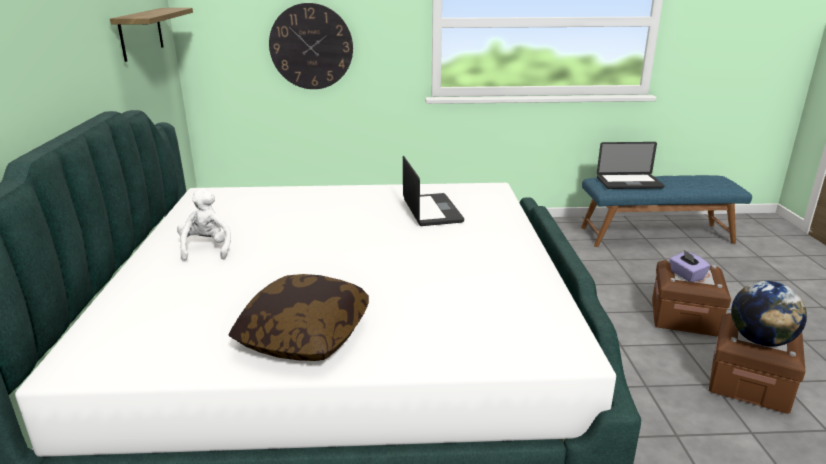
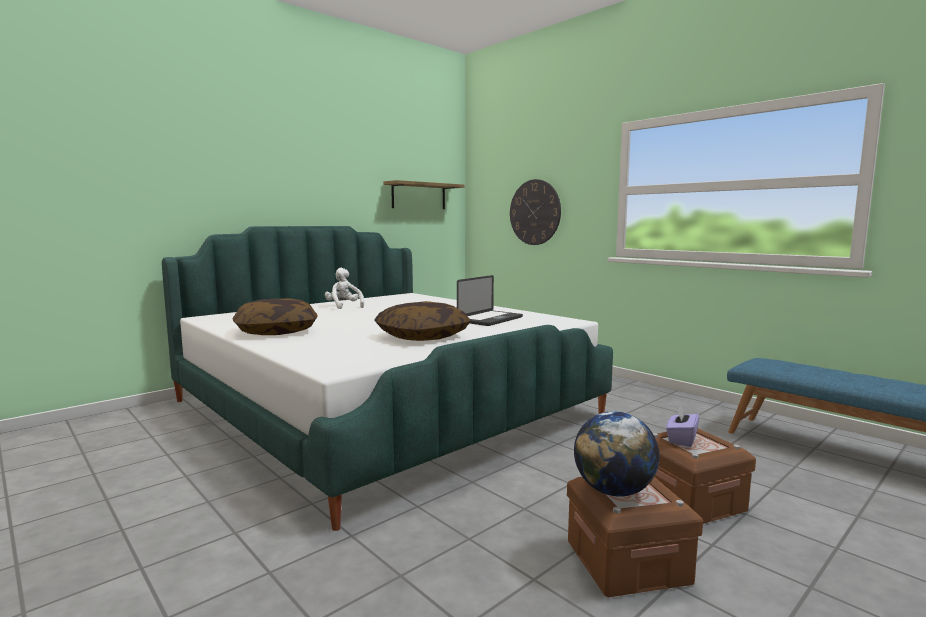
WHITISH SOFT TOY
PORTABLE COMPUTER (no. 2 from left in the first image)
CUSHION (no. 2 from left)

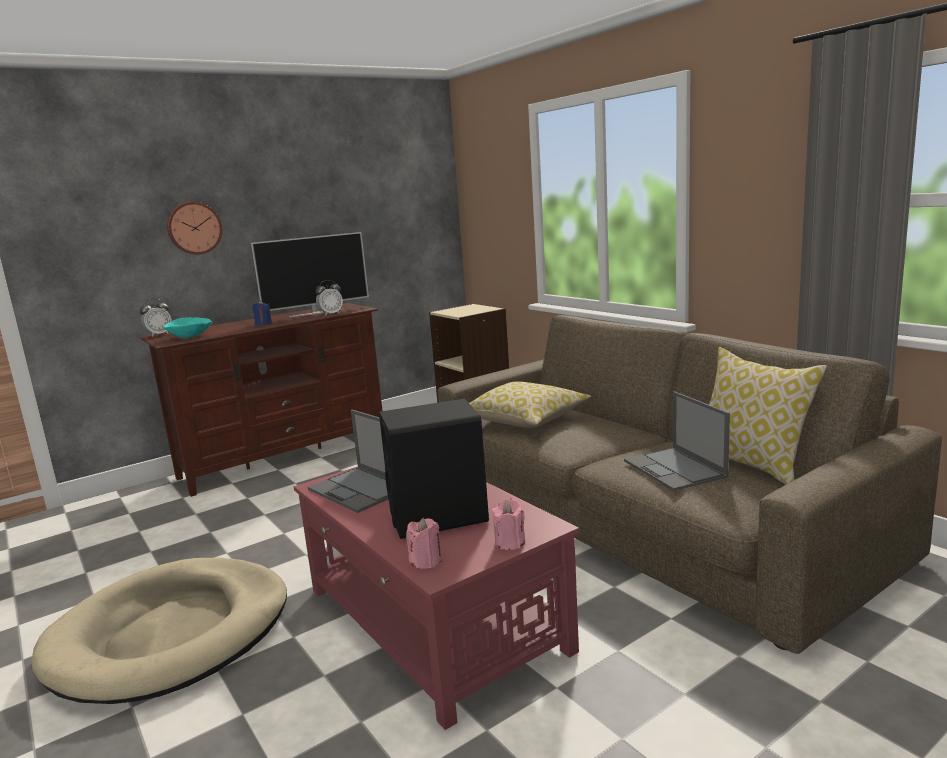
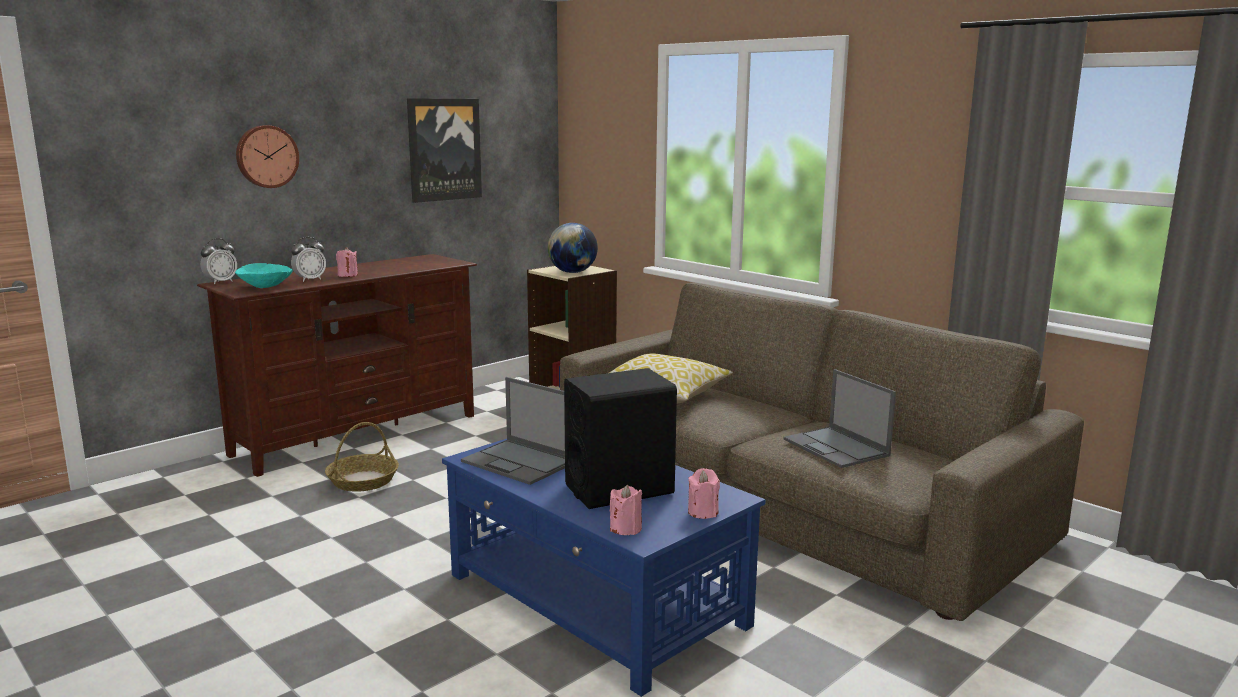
BEIGE PET BED
TV
PINKISH CANDLE (no. 1 from left)
BLUE-COLOURED LOUNGE TABLE
ALARM CLOCK (no. 2 from left)
CUSHION (no. 2 from left in the first image)
BASKET
WALL ART
DESK GLOBE

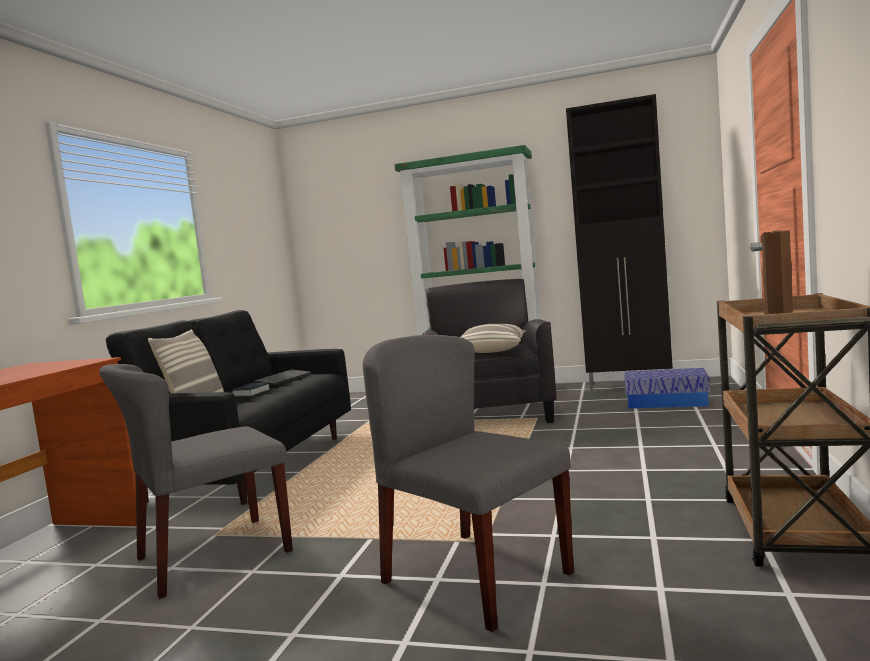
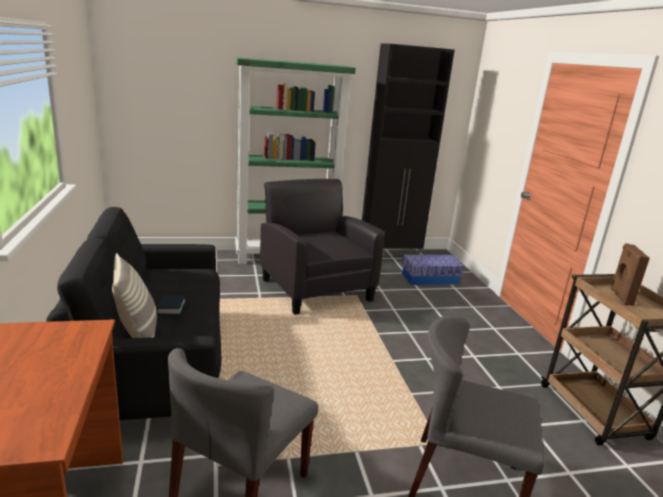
PC KEYBOARD
CUSHION (no. 2 from left in the first image)

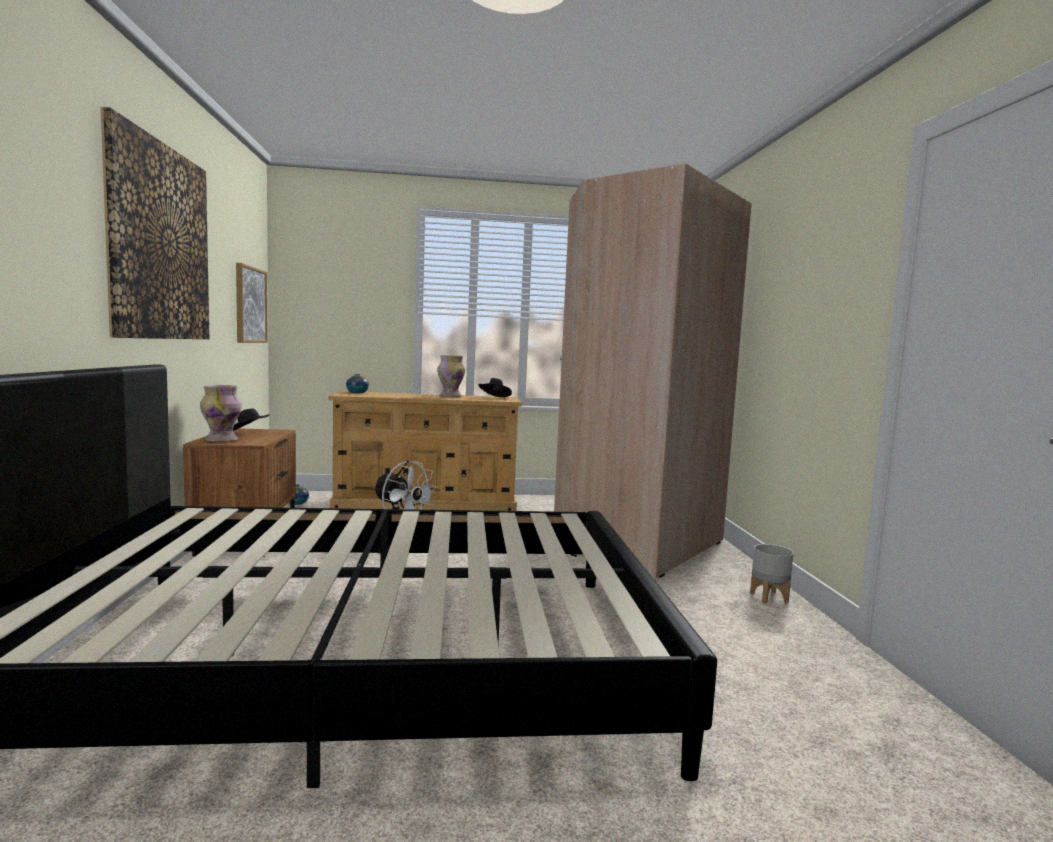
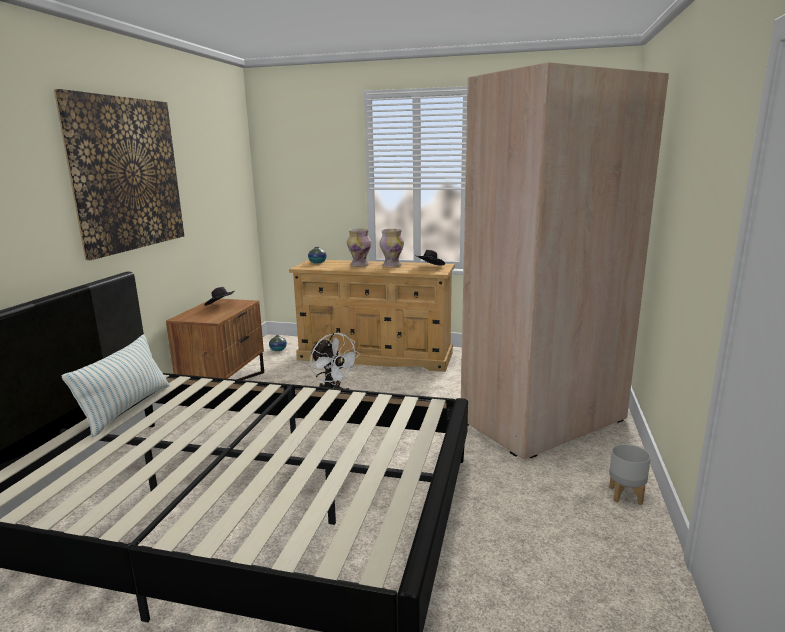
VASE (no. 3 from left)
WALL ART (no. 2 from left in the first image)
CUSHION

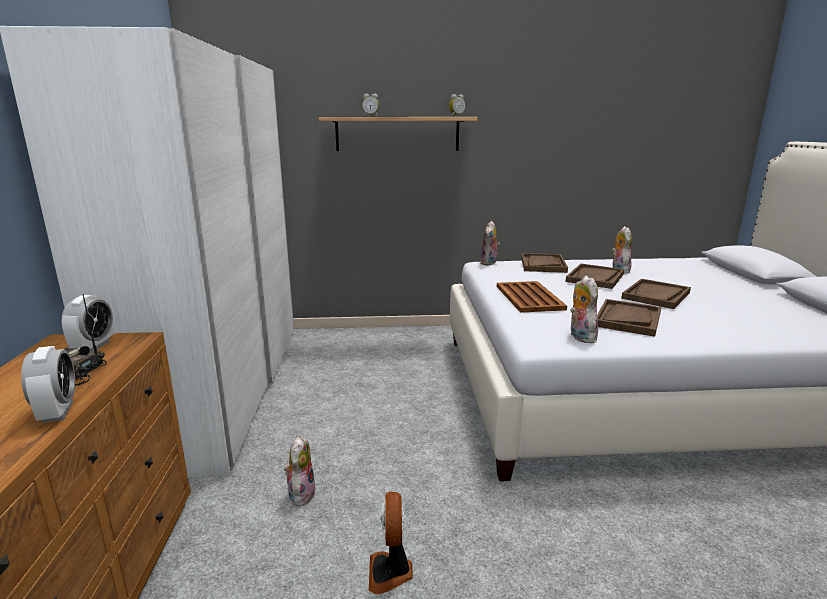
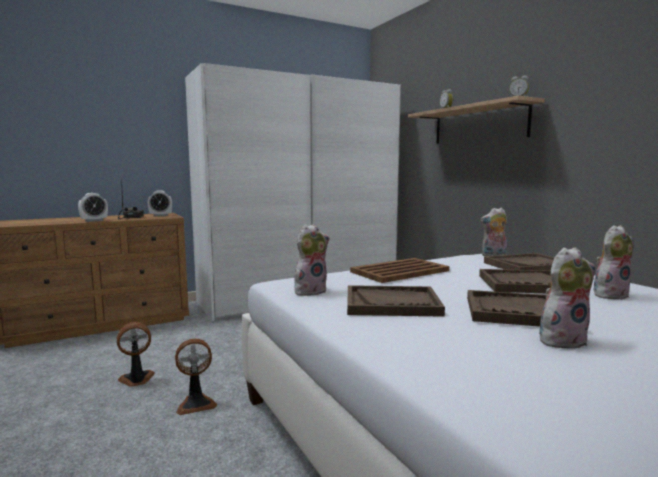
SOFT TOY (no. 3 from left)
FAN (no. 2 from left)

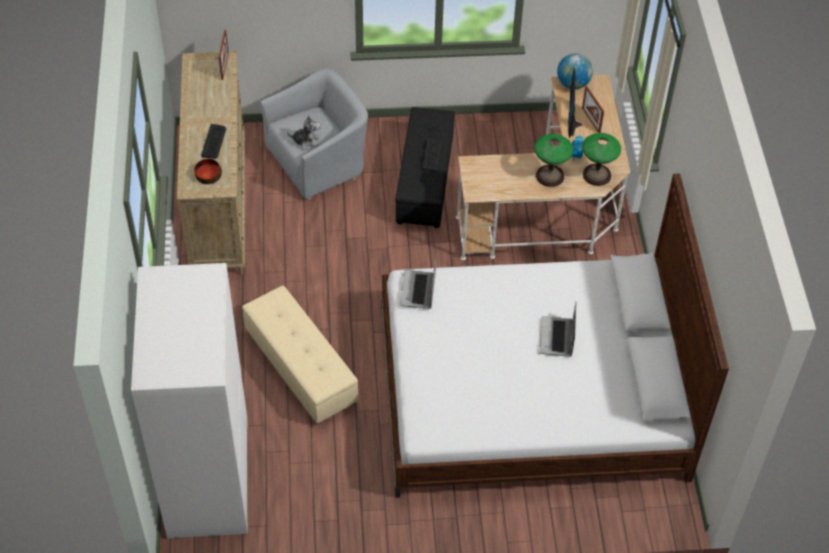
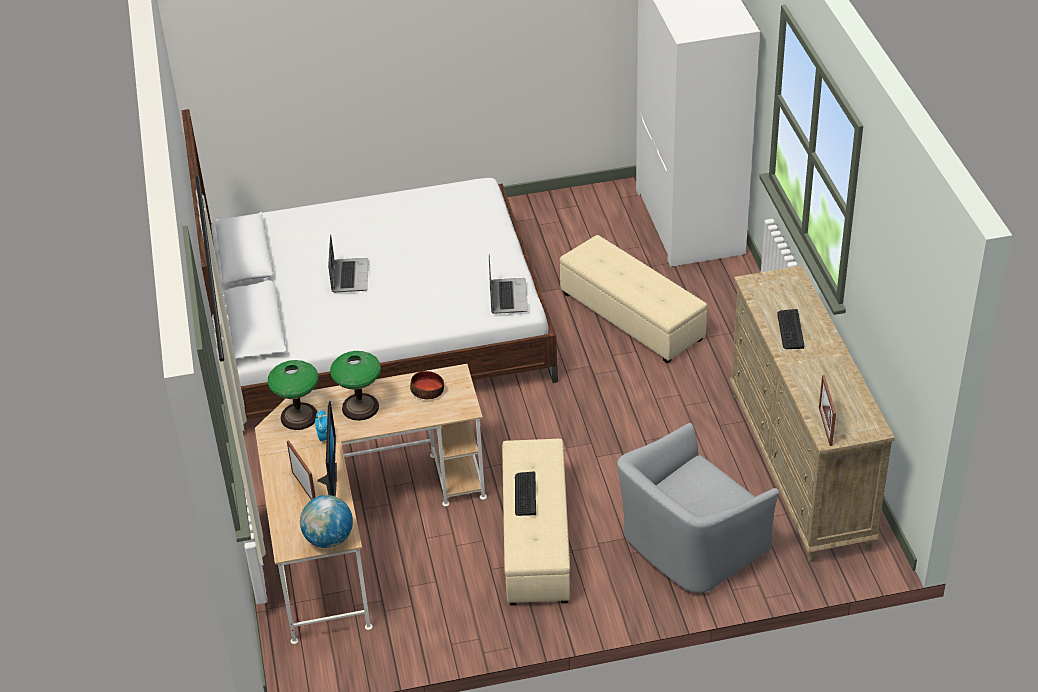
SERVING BOWL
SOFT TOY
BEIGE FOOTREST (no. 1 from left)

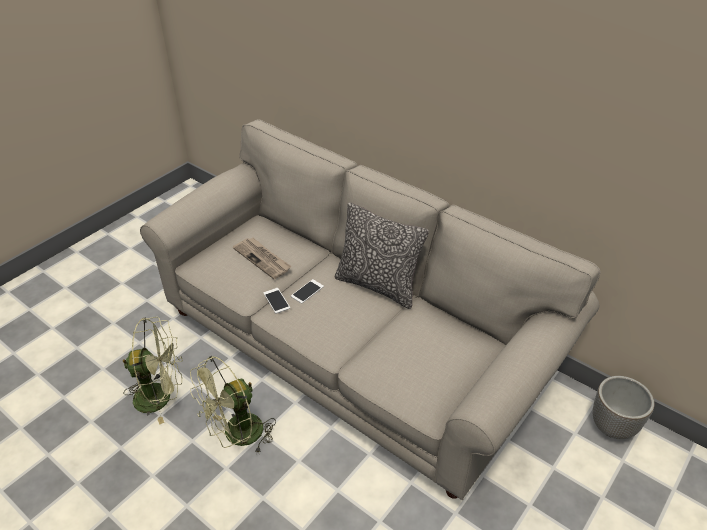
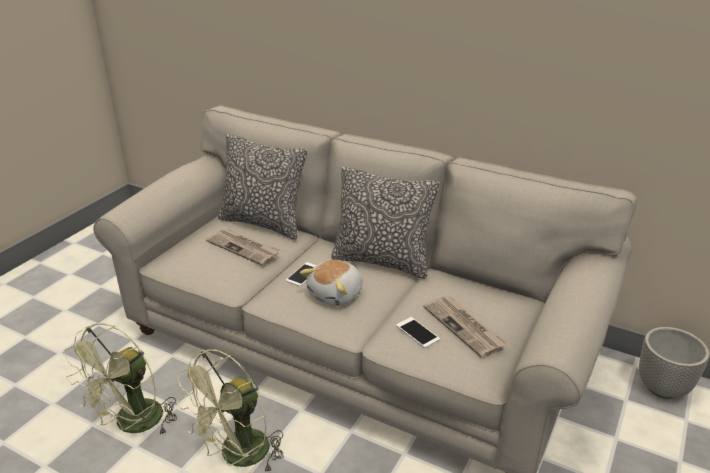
GREENISH FAN (no. 1 from left)
TELEPHONE (no. 2 from left)
CUSHION (no. 1 from left)
SOFT TOY
NEWSPAPER (no. 2 from left)

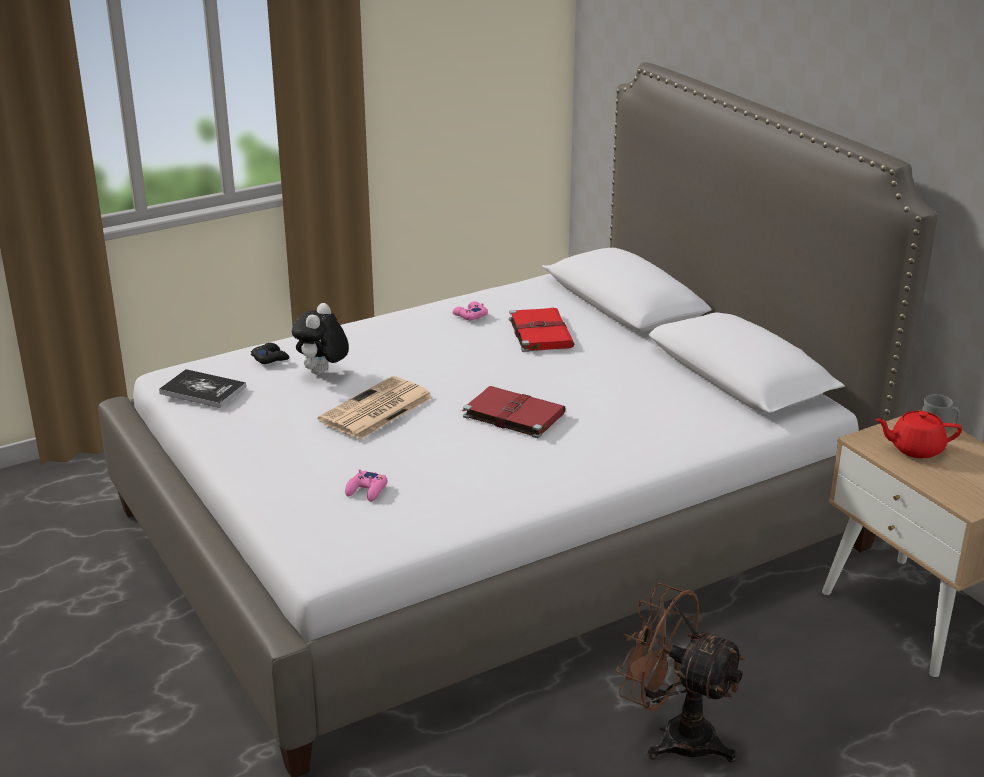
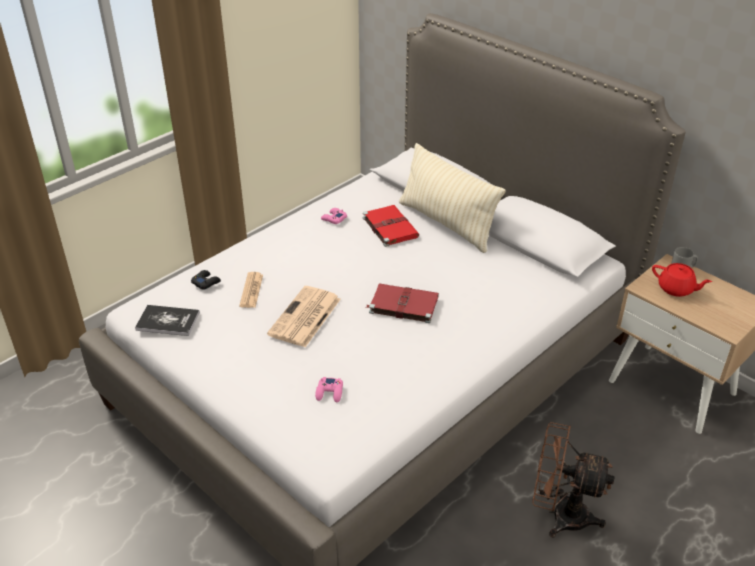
NEWSPAPER (no. 1 from left)
RED-COLOURED TEA POT
BEIGE CUSHION

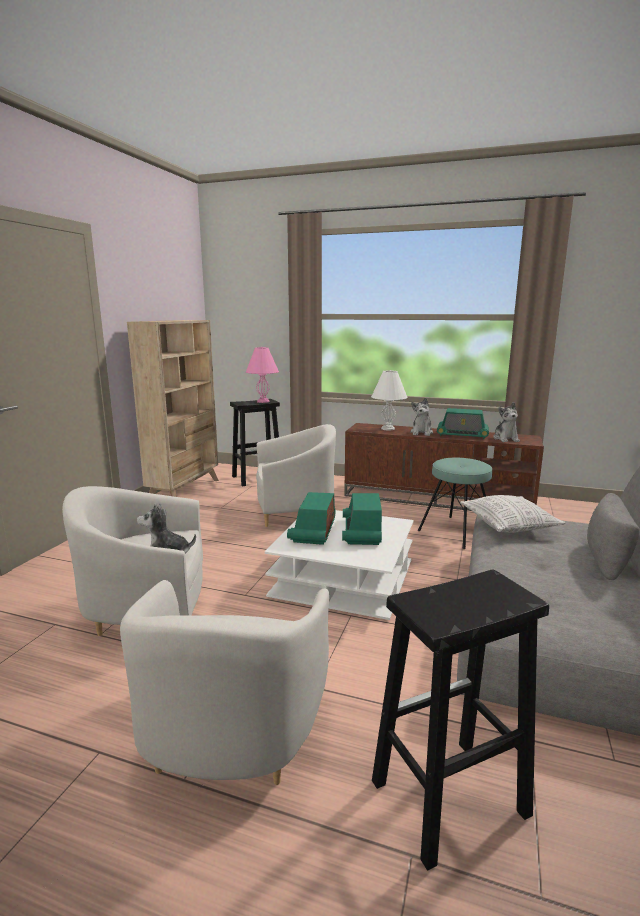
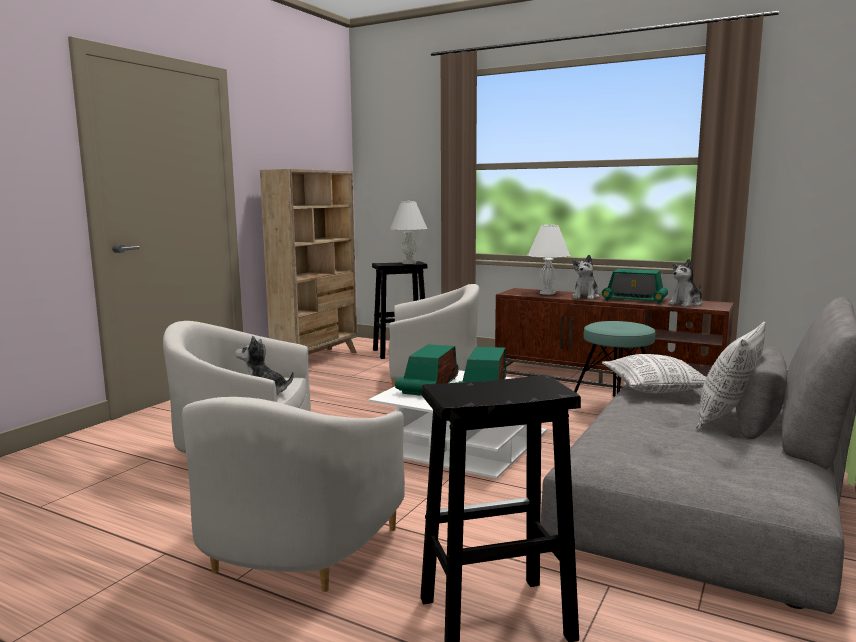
WHITISH LAMP FOR A TABLE (no. 1 from left)
SOFT TOY (no. 3 from left)
CUSHION (no. 2 from left)

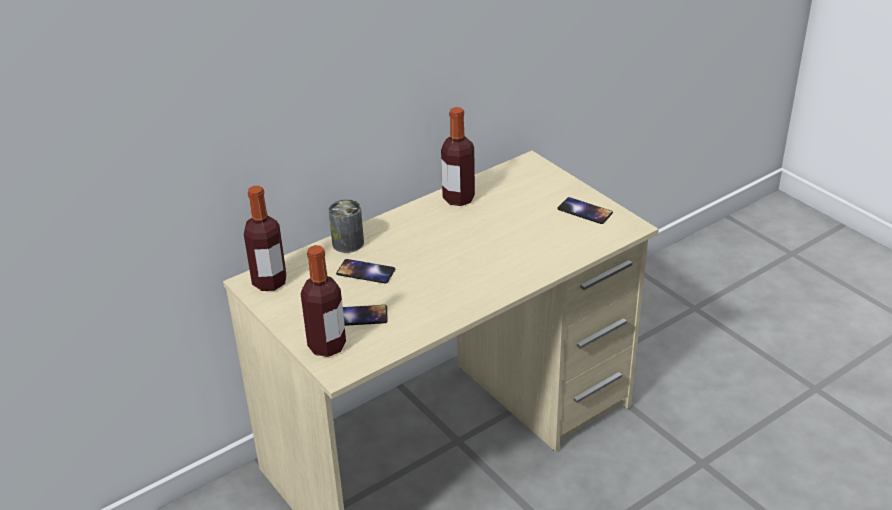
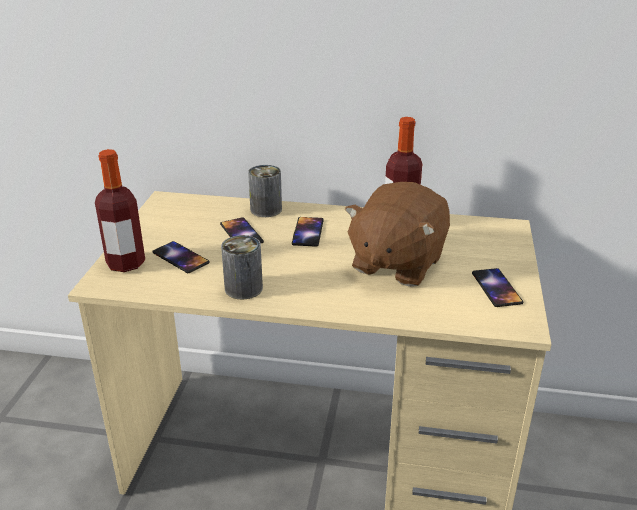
BEVERAGE BOTTLE (no. 1 from left in the first image)
METAL CAN (no. 1 from left)
TELEPHONE (no. 3 from left)
BROWN-COLOURED SOFT TOY

